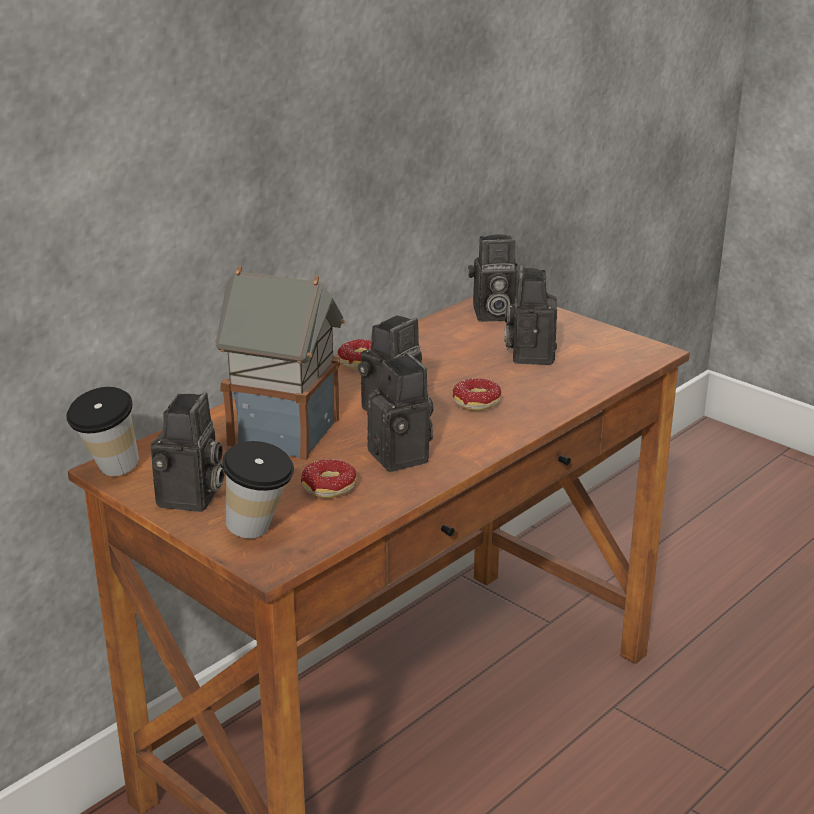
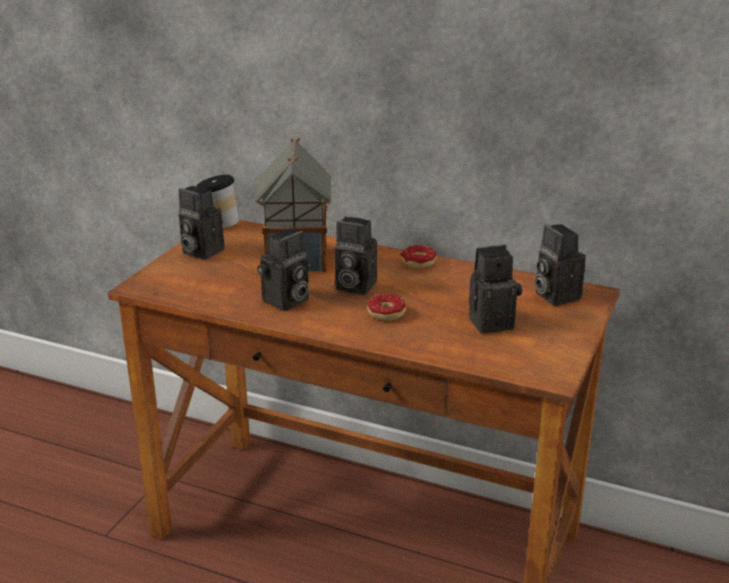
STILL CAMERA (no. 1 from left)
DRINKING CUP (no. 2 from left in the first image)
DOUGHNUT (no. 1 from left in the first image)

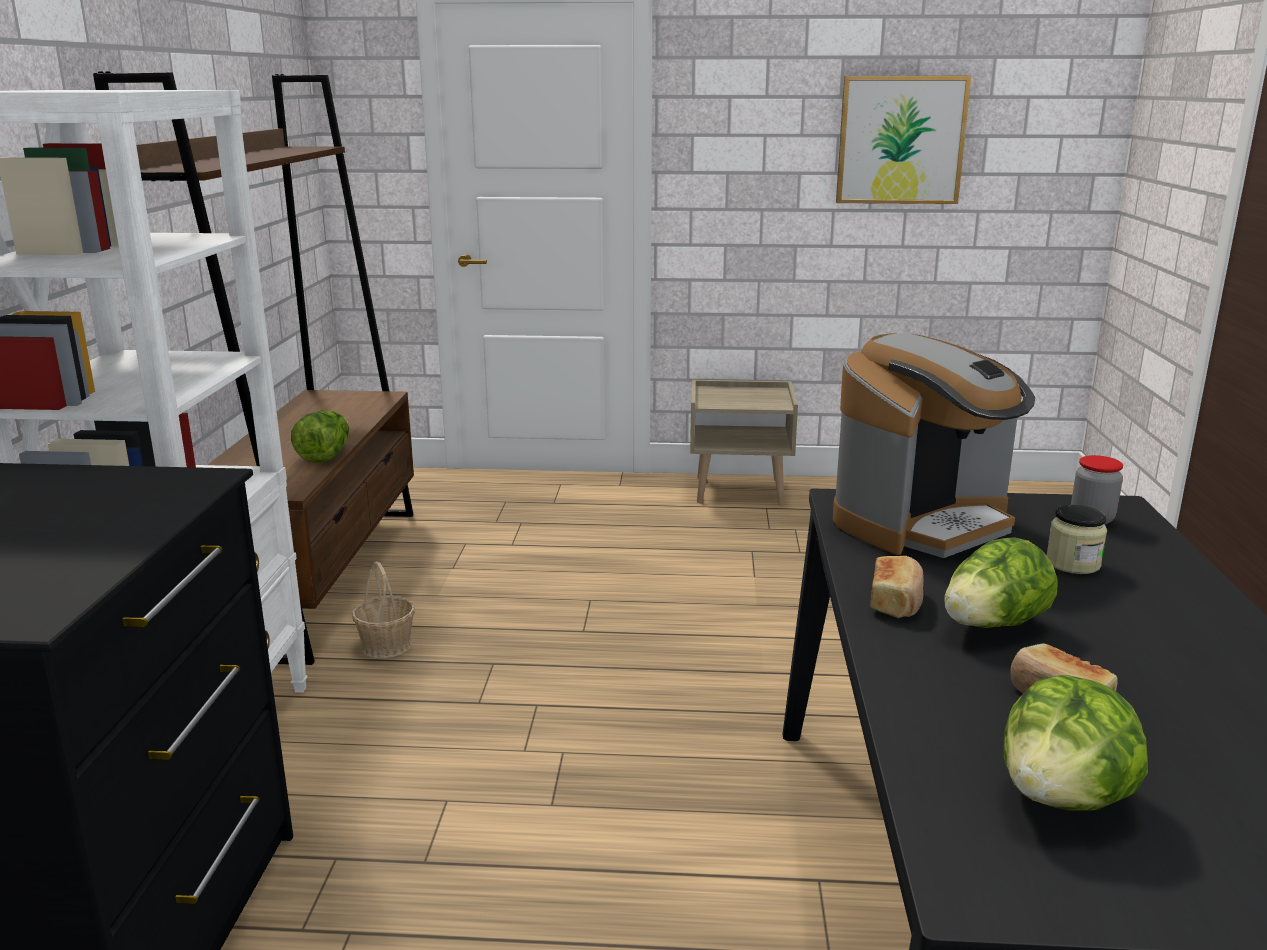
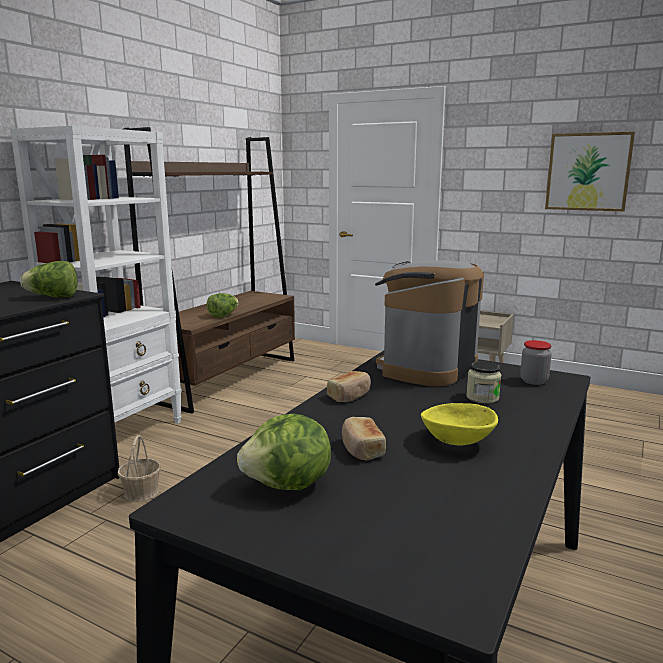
BASKET
COFFEE MAKER
LETTUCE HEAD (no. 1 from left)
YELLOW-COLOURED SERVING BOWL

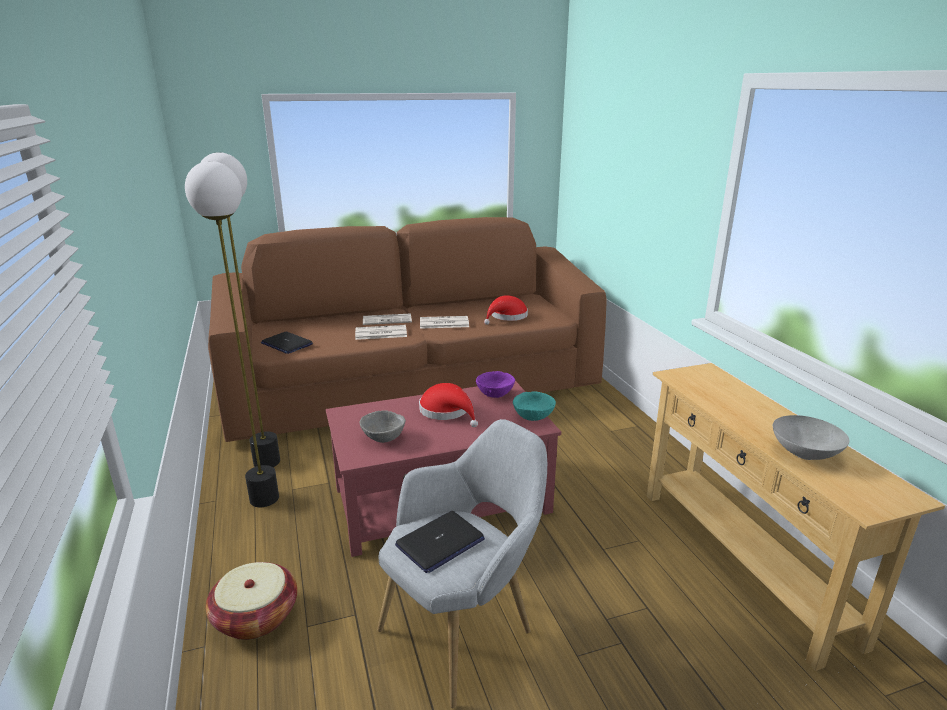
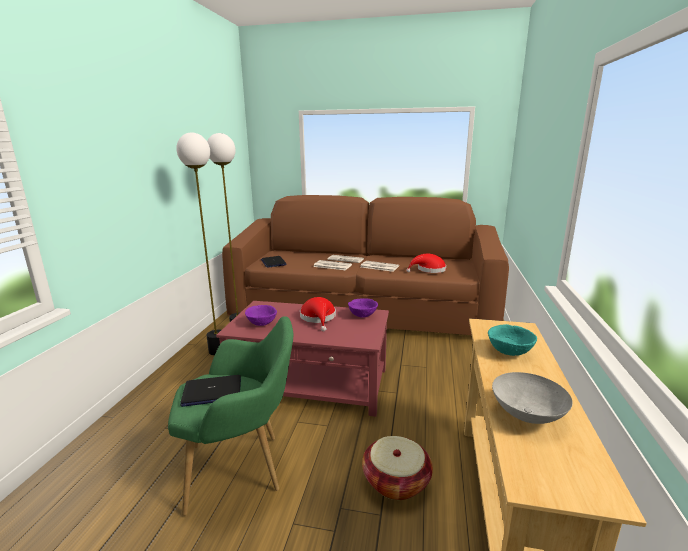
BASKET
PURPLE SERVING BOWL (no. 1 from left)
GREENISH EASY CHAIR
BLUE-GREEN SERVING BOWL

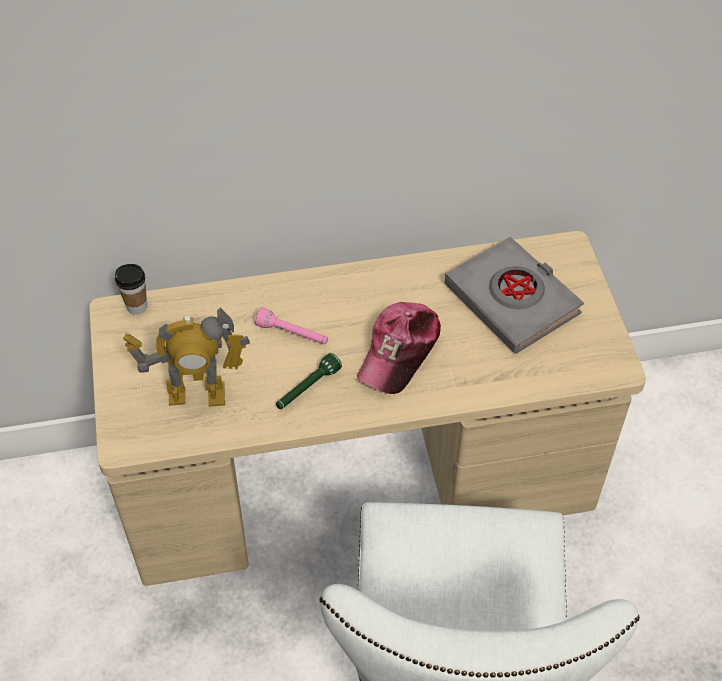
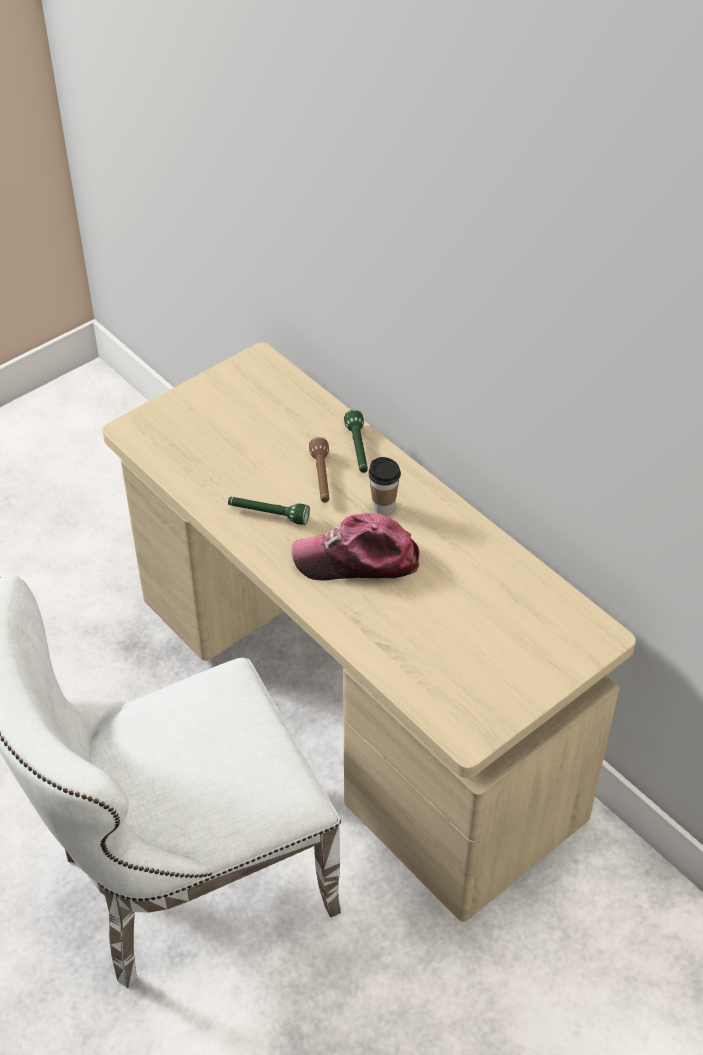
DRINKING CUP
MODEL ROBOT
BROWN-COLOURED HAND TORCH
GRAY BOUND BOOK
GREENISH HAND TORCH (no. 2 from left)

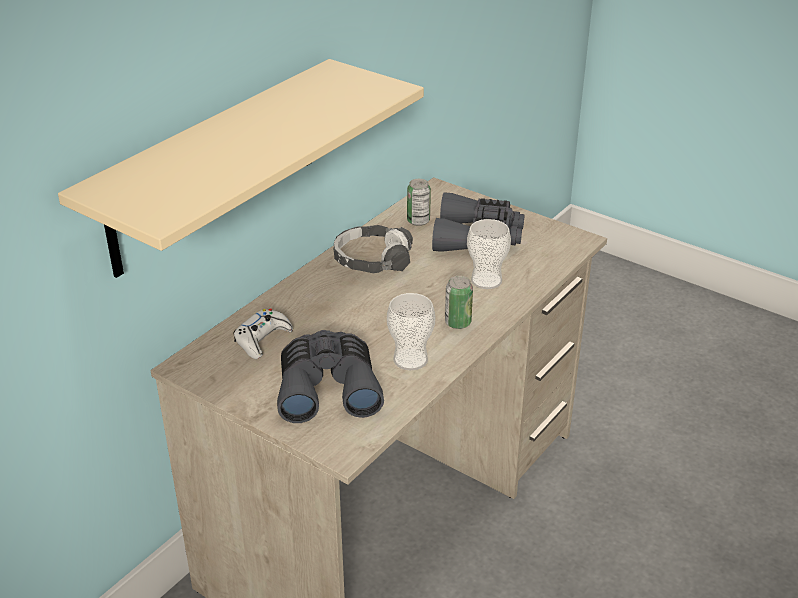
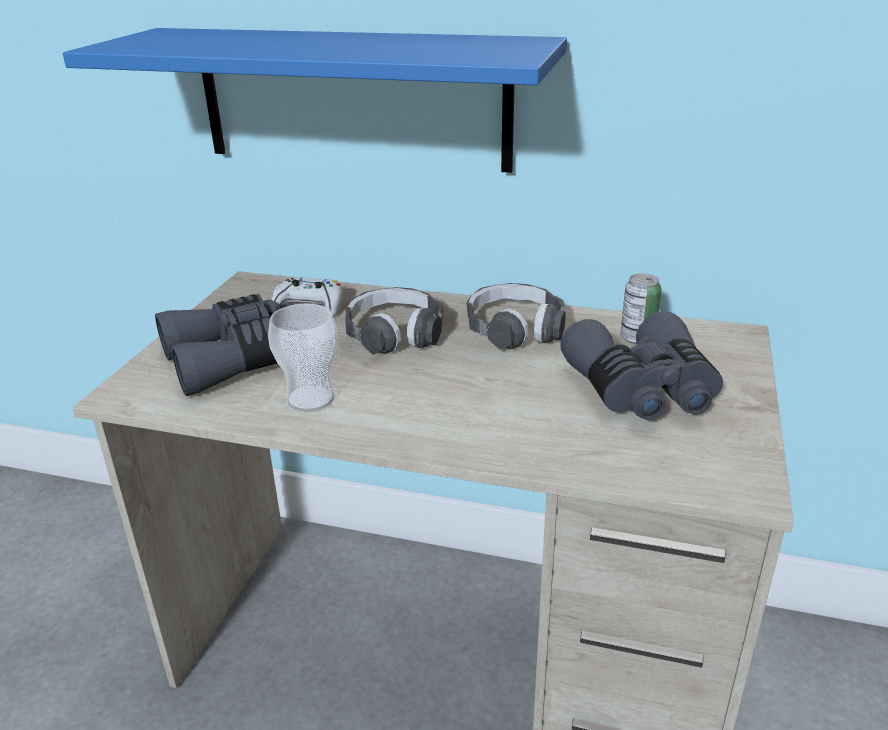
BLUE-COLOURED BRACKET SHELF
METAL CAN (no. 2 from left in the first image)
DRINKING CUP (no. 2 from left in the first image)
PAIR OF HEADPHONES (no. 1 from left)

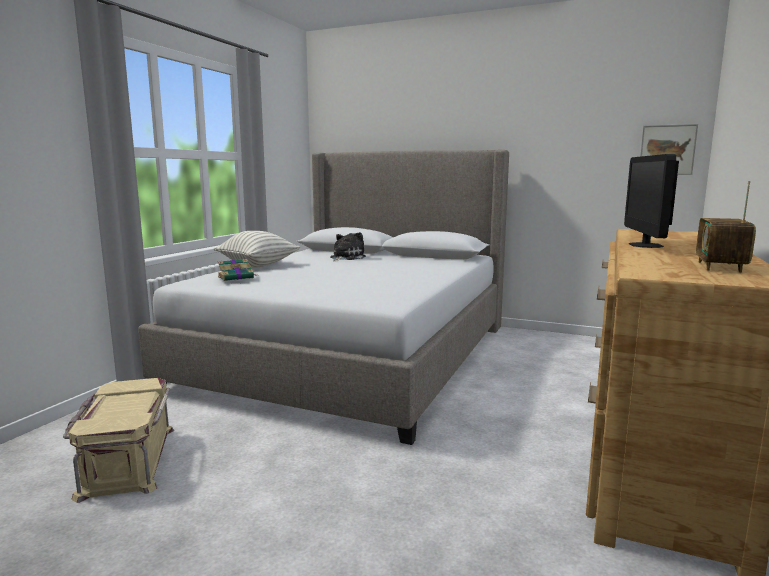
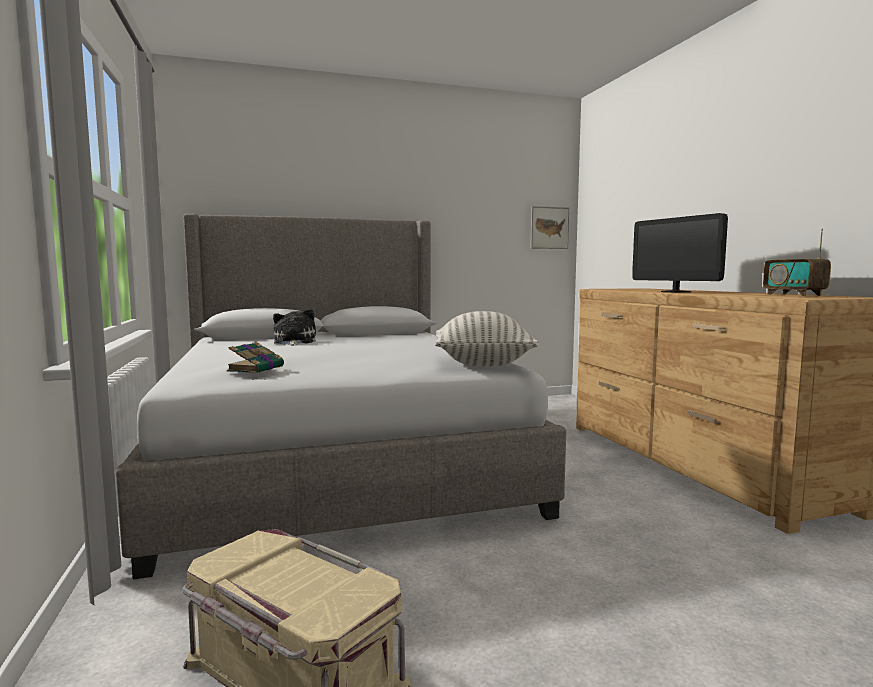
CUSHION

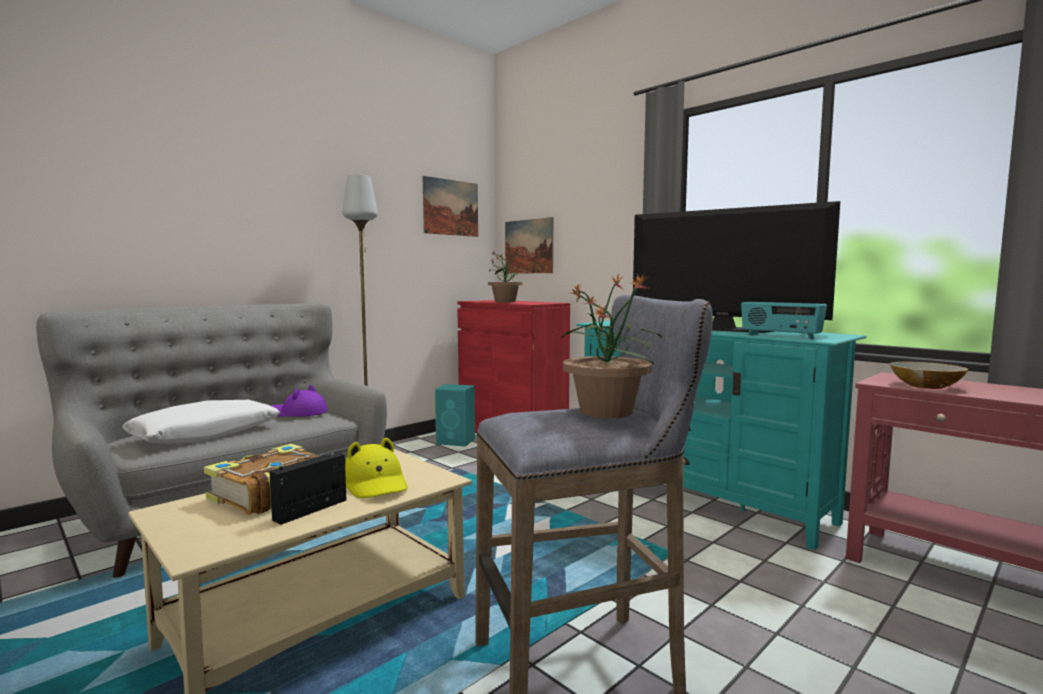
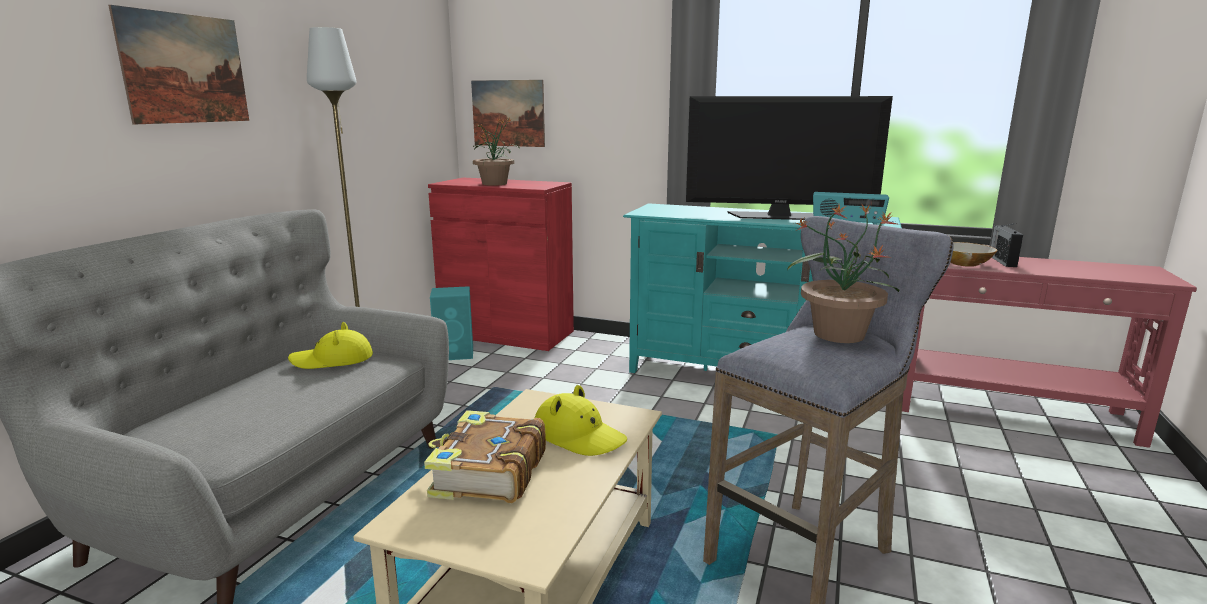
WHITISH CUSHION
RADIO (no. 2 from left)
YELLOW-COLOURED HAT (no. 1 from left)
WALL ART (no. 1 from left)

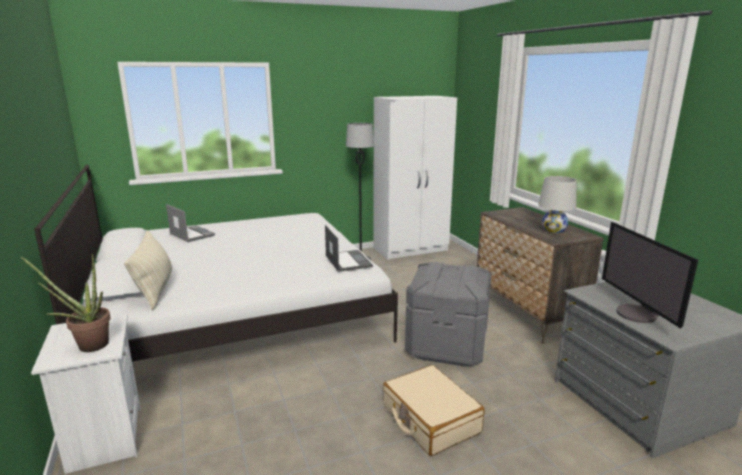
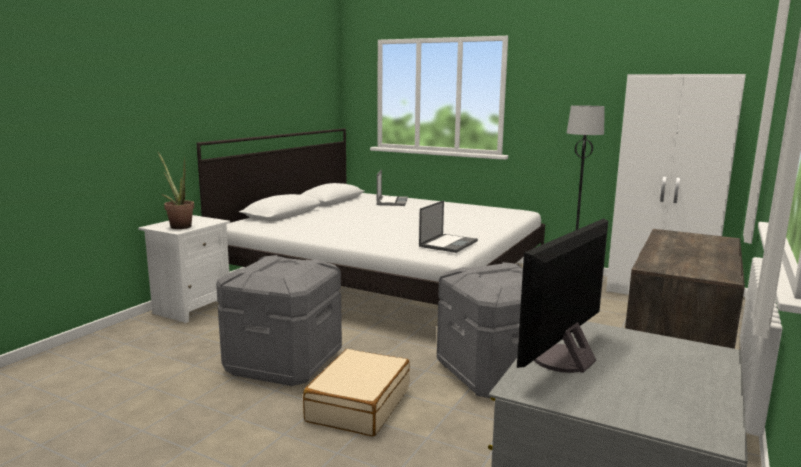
BEIGE CUSHION
WHITISH LAMP FOR A TABLE
GRAY STORAGE BOX (no. 1 from left)

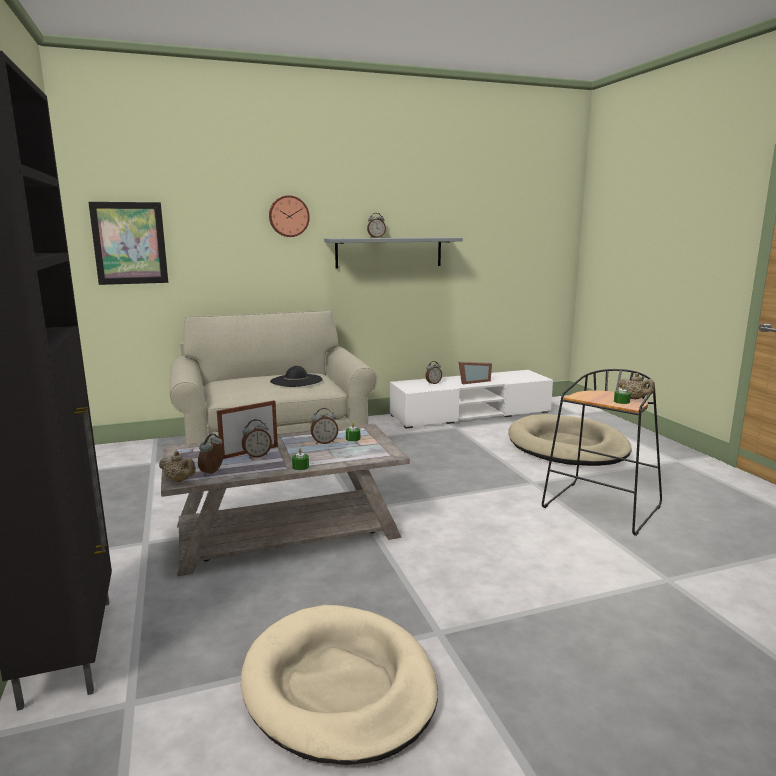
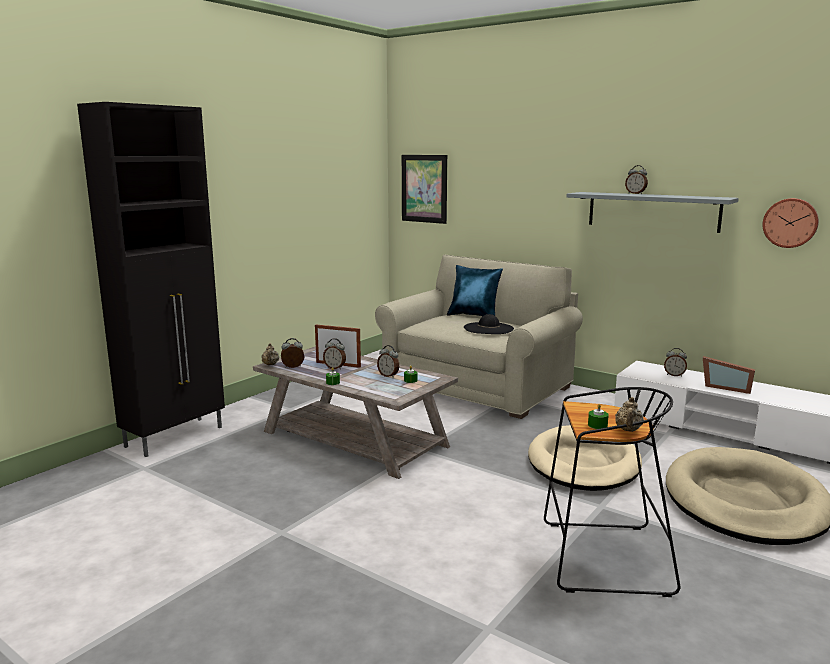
BEIGE PET BED (no. 1 from left)
CLOCK ON THE WALL
BLUE-COLOURED CUSHION

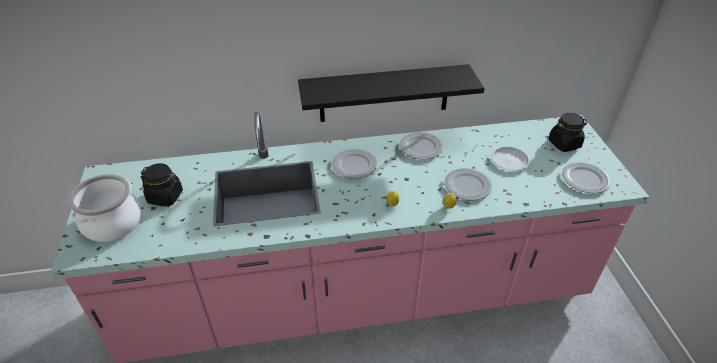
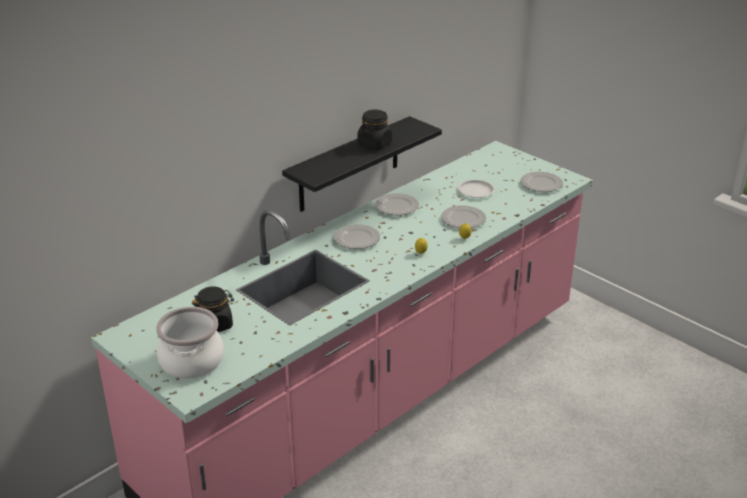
BLACK-COLOURED JAR (no. 2 from left)

